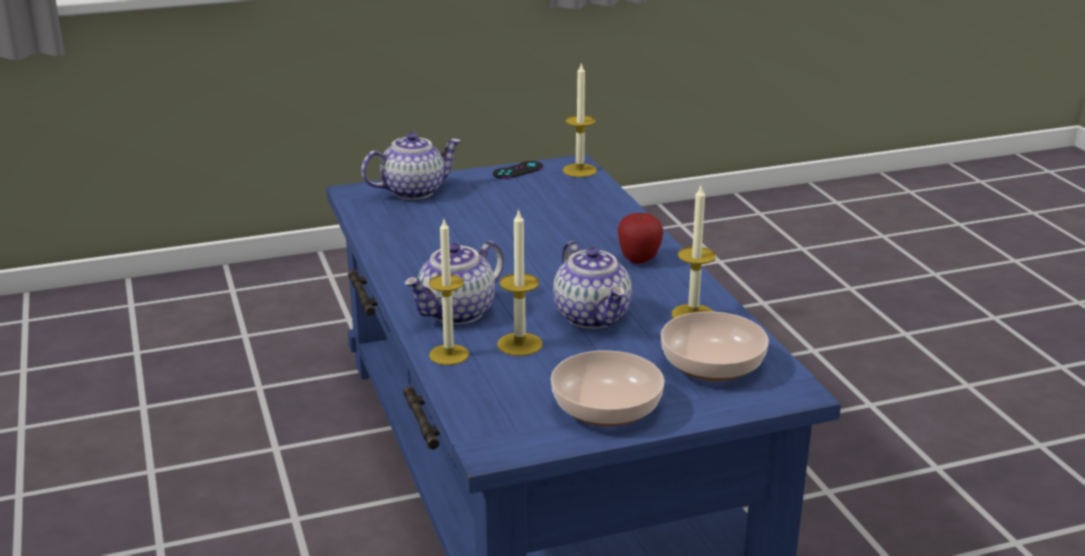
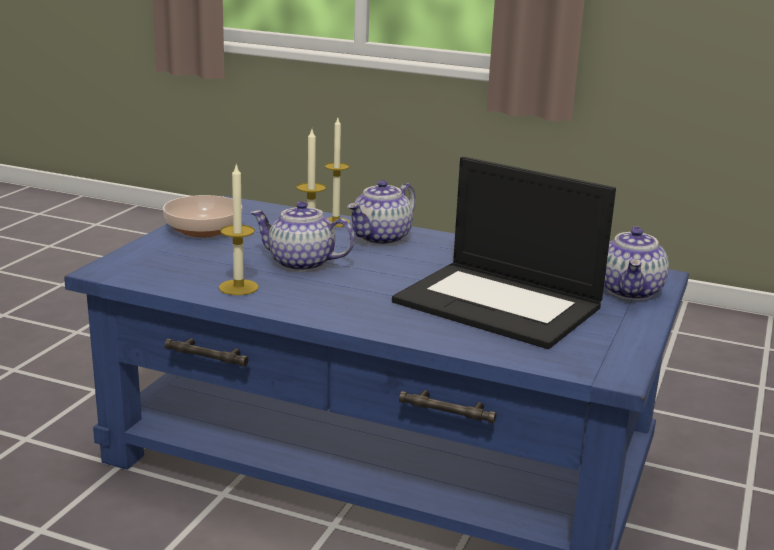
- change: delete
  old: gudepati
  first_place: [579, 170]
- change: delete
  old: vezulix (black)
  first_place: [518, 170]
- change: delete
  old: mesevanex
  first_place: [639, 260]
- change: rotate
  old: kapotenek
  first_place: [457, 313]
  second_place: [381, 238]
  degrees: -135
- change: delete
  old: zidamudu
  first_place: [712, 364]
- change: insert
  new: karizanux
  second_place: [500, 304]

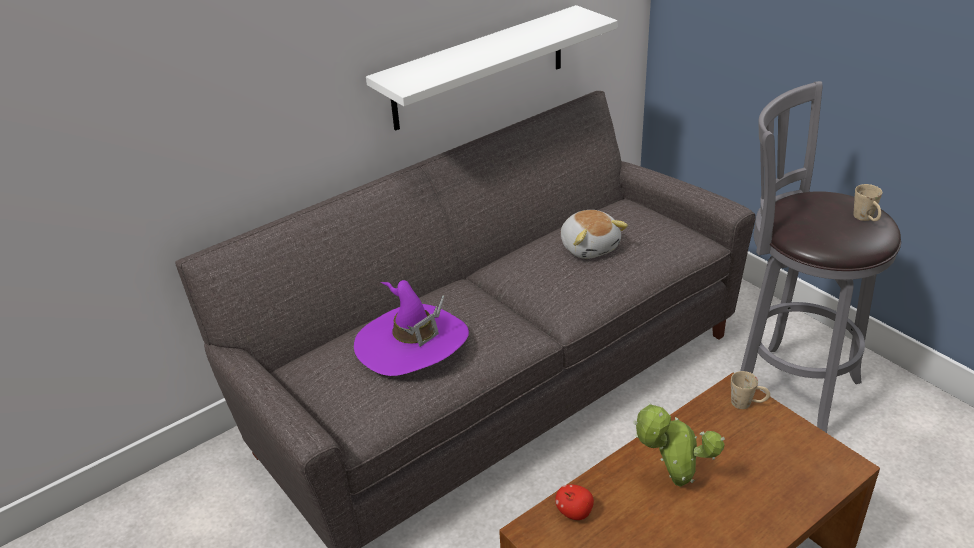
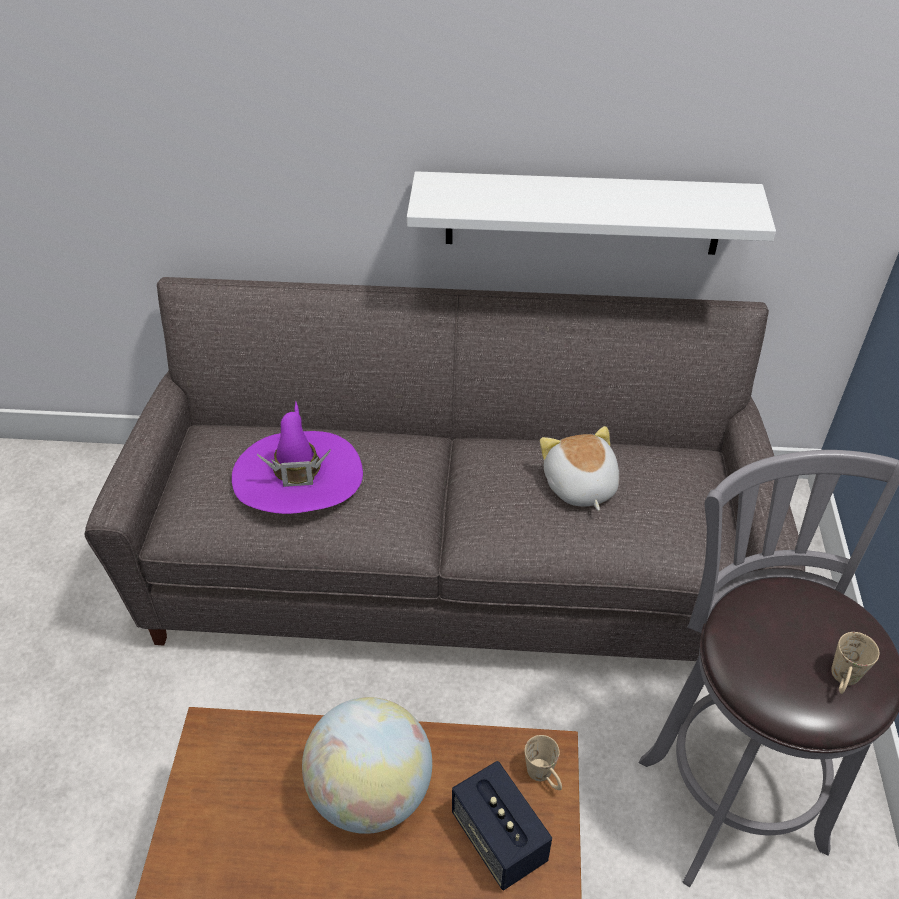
- change: rotate
  old: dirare
  first_place: [589, 247]
  second_place: [579, 486]
  degrees: 150
- change: replace
  old: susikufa
  new: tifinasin
  first_place: [673, 482]
  second_place: [371, 792]
- change: delete
  old: mesevanex
  first_place: [574, 512]
- change: insert
  new: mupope
  second_place: [499, 838]

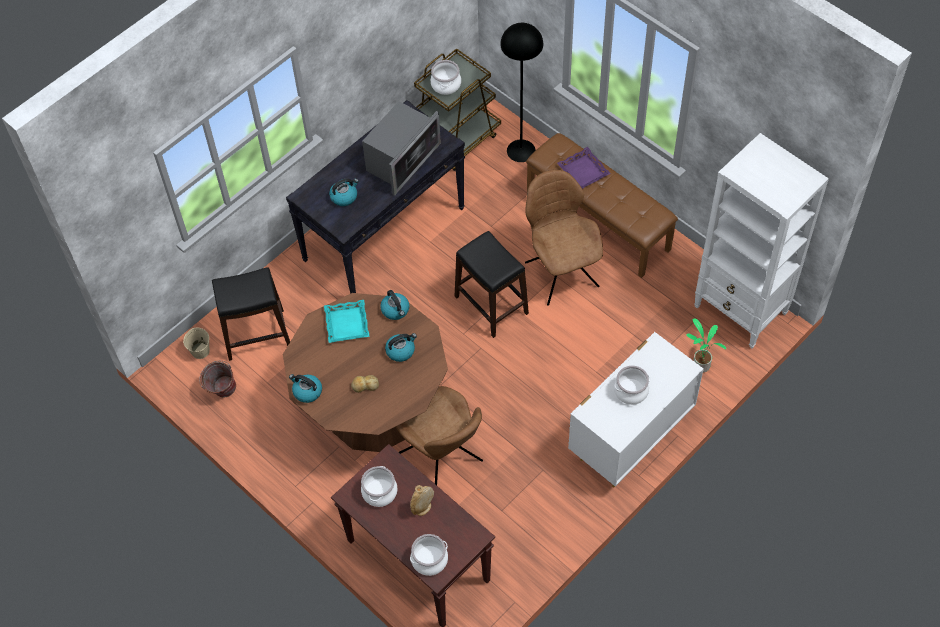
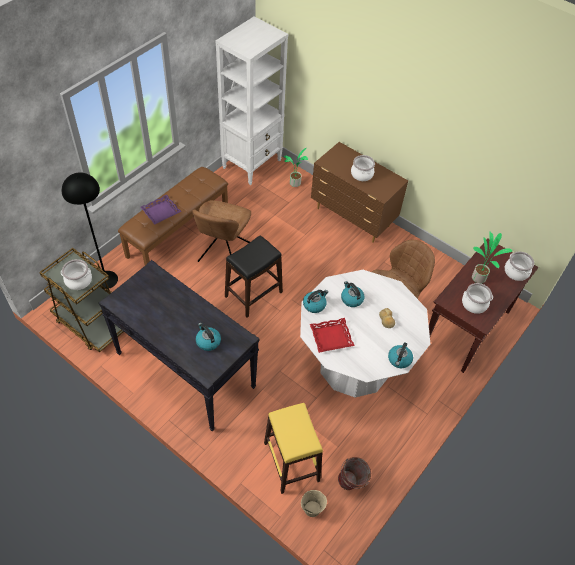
- change: delete
  old: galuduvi
  first_place: [401, 160]
- change: rotate
  old: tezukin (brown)
  first_place: [560, 272]
  second_place: [223, 254]
  degrees: -45
- change: recolor
  old: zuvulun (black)
  new: zuvulun (yellow)
  first_place: [256, 334]
  second_place: [291, 462]
- change: recolor
  old: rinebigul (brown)
  new: rinebigul (white)
  first_place: [373, 411]
  second_place: [354, 365]
- change: recolor
  old: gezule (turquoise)
  new: gezule (red)
  first_place: [347, 324]
  second_place: [331, 337]
- change: recolor
  old: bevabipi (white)
  new: bevabipi (brown)
  first_place: [629, 438]
  second_place: [353, 218]
- change: replace
  old: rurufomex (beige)
  new: susikufa
  first_place: [423, 508]
  second_place: [479, 277]

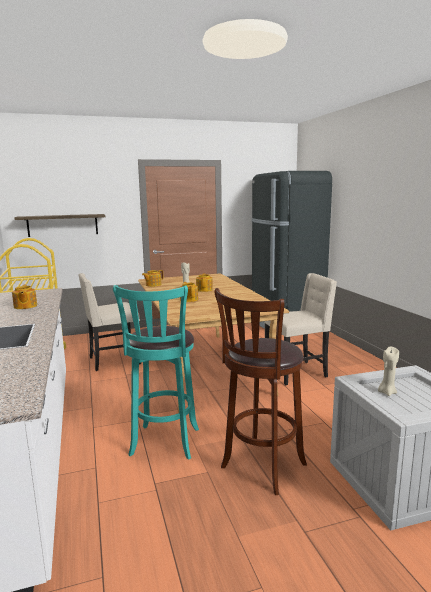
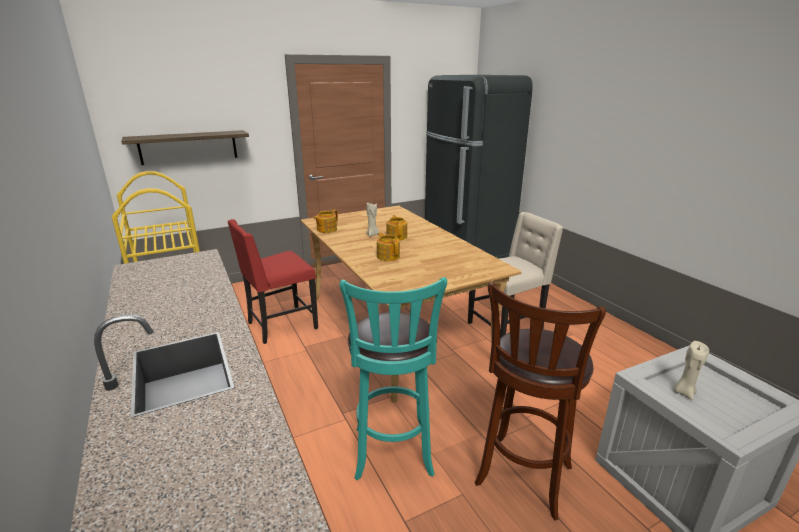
- change: recolor
  old: tezukin (beige)
  new: tezukin (red)
  first_place: [113, 361]
  second_place: [280, 326]
- change: delete
  old: kapotenek
  first_place: [25, 306]

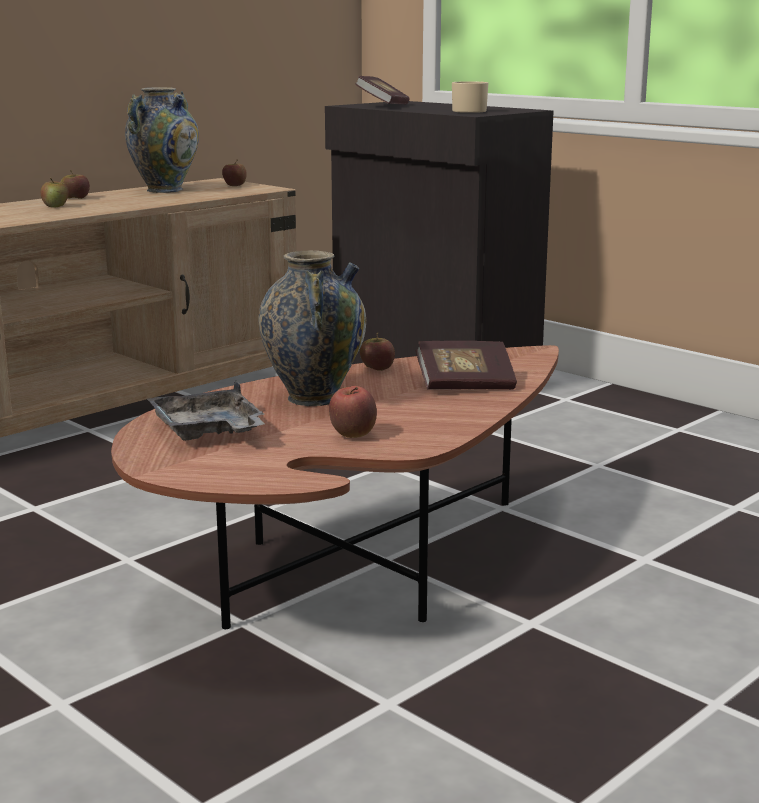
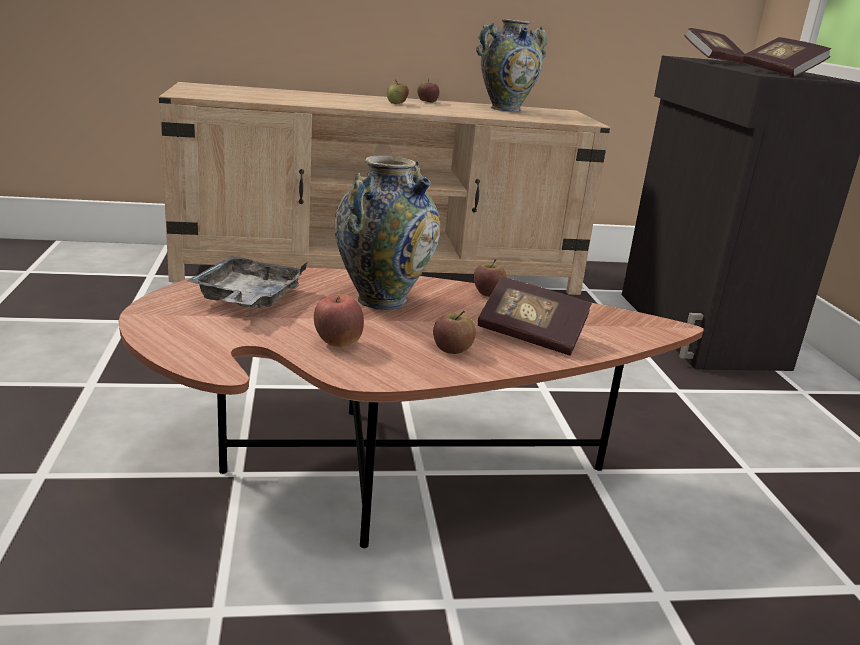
- change: replace
  old: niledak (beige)
  new: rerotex
  first_place: [472, 111]
  second_place: [781, 73]
- change: move
  old: mesevanex
  first_place: [234, 185]
  second_place: [452, 349]

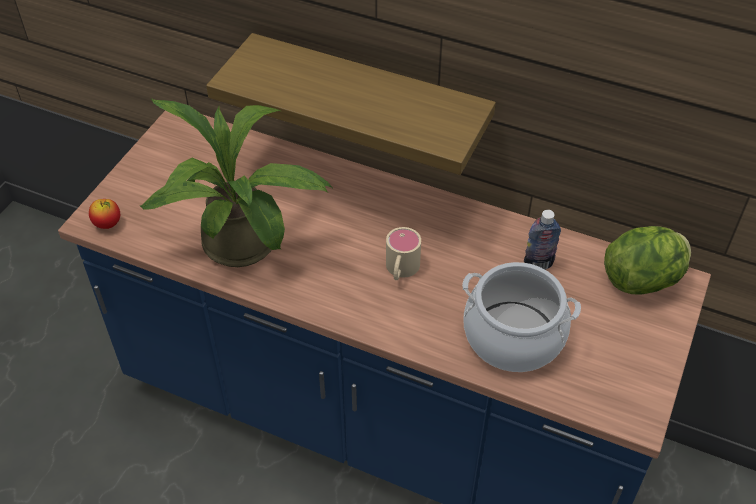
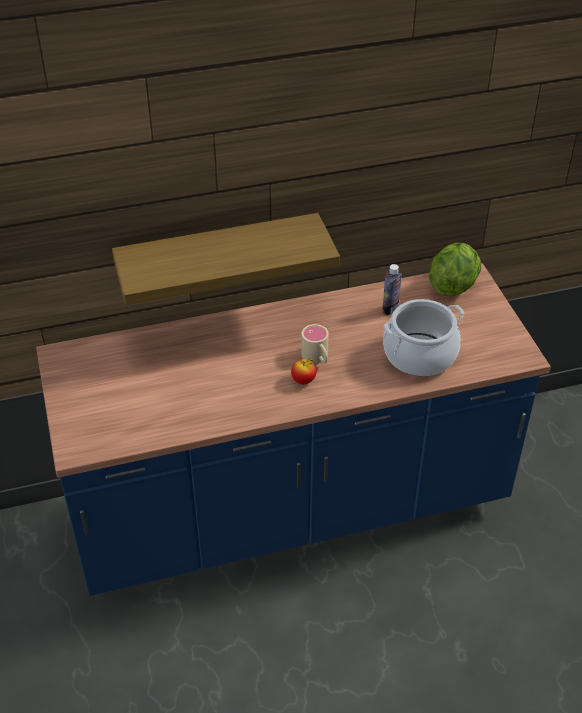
- change: delete
  old: susikufa
  first_place: [247, 248]
- change: move
  old: mesevanex
  first_place: [108, 224]
  second_place: [303, 380]

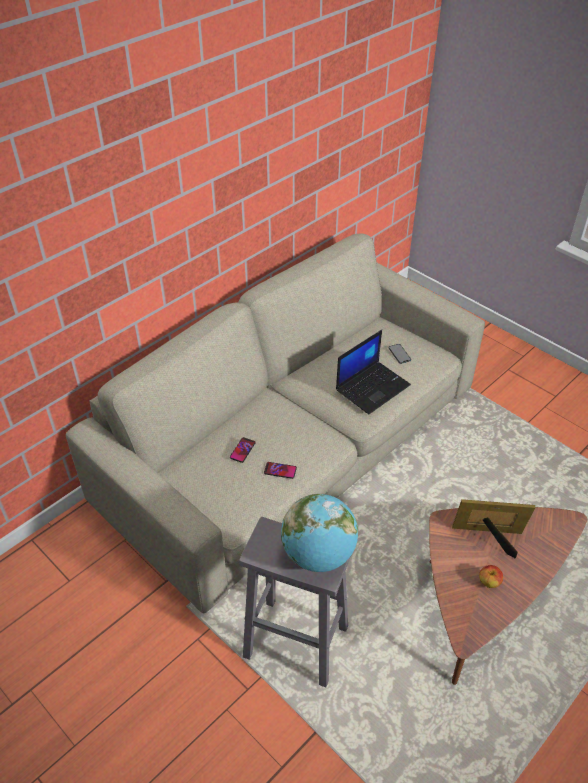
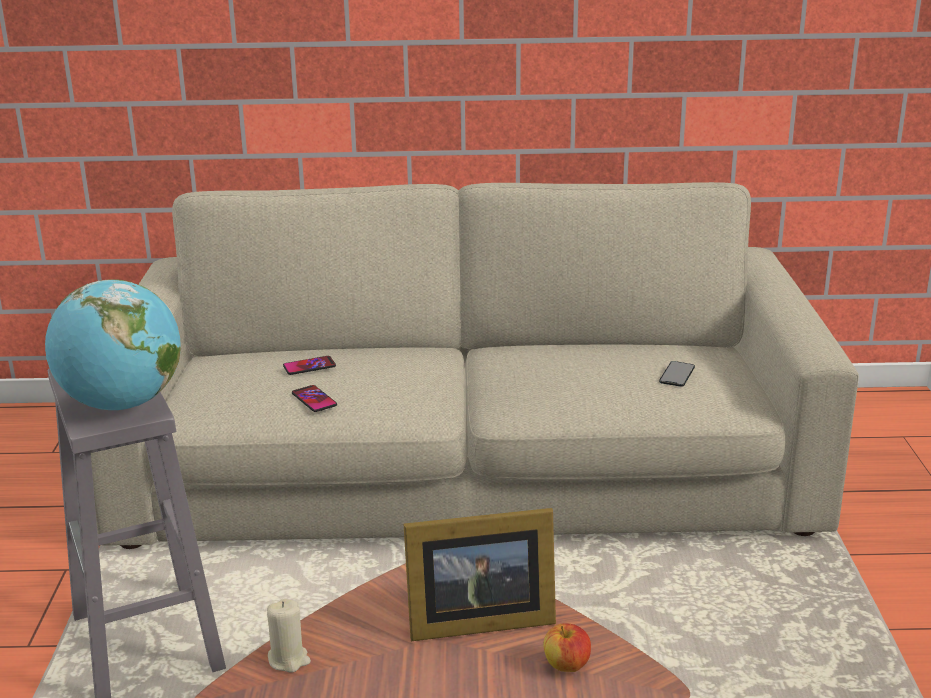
- change: delete
  old: karizanux
  first_place: [372, 387]
- change: rotate
  old: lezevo
  first_place: [489, 537]
  second_place: [475, 620]
  degrees: 120
- change: move
  old: mesevanex
  first_place: [489, 582]
  second_place: [566, 666]
- change: insert
  new: gudepati (beige)
  second_place: [289, 659]

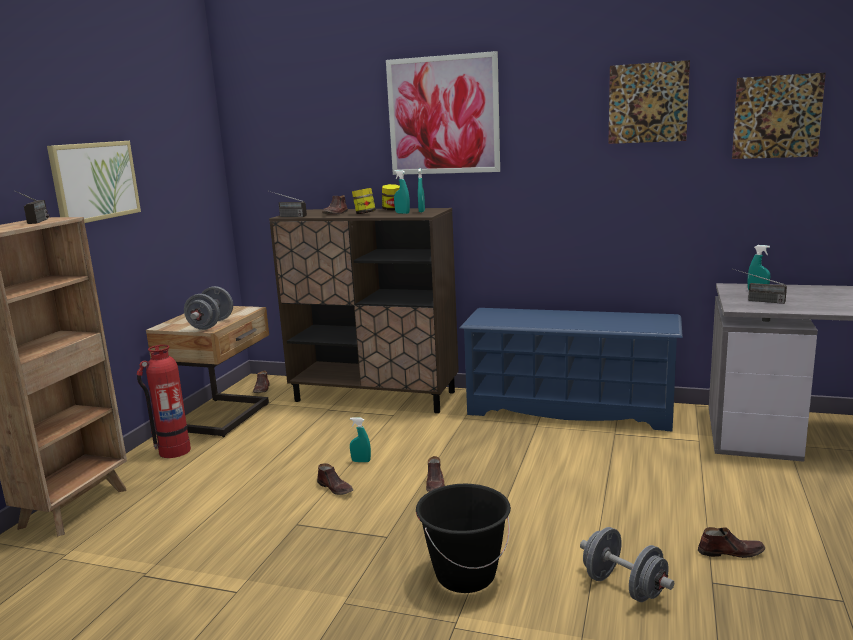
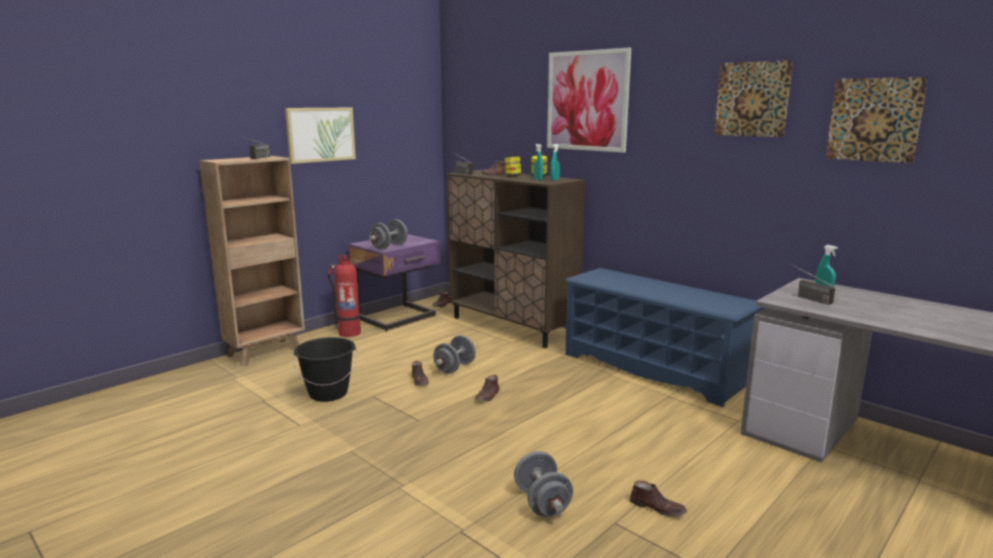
- change: recolor
  old: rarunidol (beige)
  new: rarunidol (purple)
  first_place: [222, 417]
  second_place: [398, 318]
- change: replace
  old: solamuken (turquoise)
  new: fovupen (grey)
  first_place: [361, 461]
  second_place: [455, 368]
- change: move
  old: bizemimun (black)
  first_place: [465, 575]
  second_place: [328, 393]

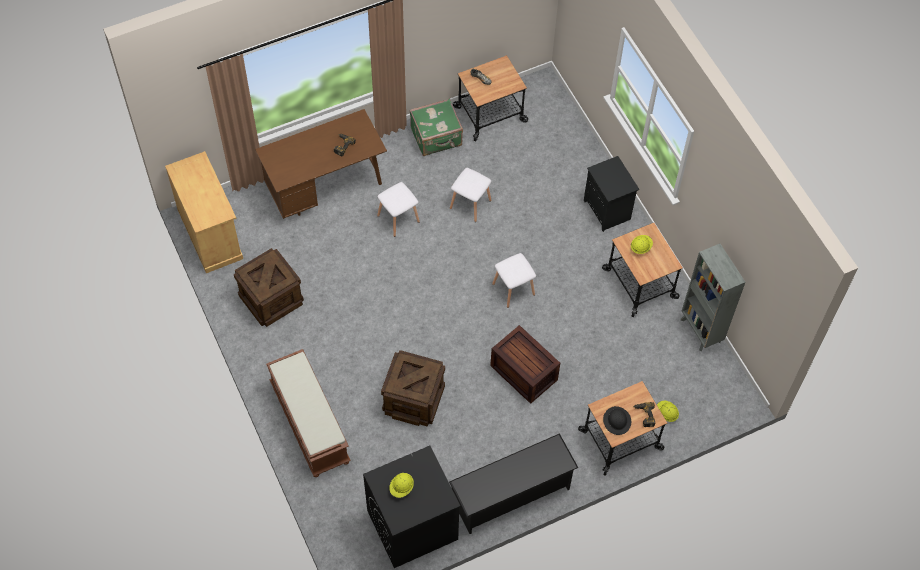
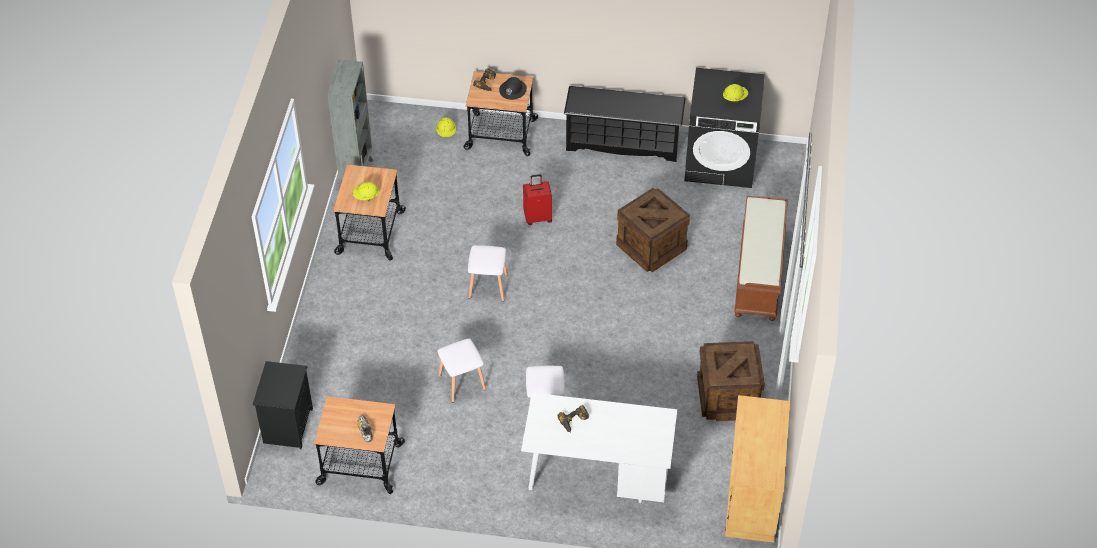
- change: delete
  old: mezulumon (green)
  first_place: [436, 138]
- change: recolor
  old: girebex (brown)
  new: girebex (white)
  first_place: [325, 188]
  second_place: [597, 478]
- change: move
  old: rarunidol (black)
  first_place: [608, 210]
  second_place: [287, 425]
- change: replace
  old: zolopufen
  new: mezulumon (red)
  first_place: [524, 373]
  second_place: [537, 217]

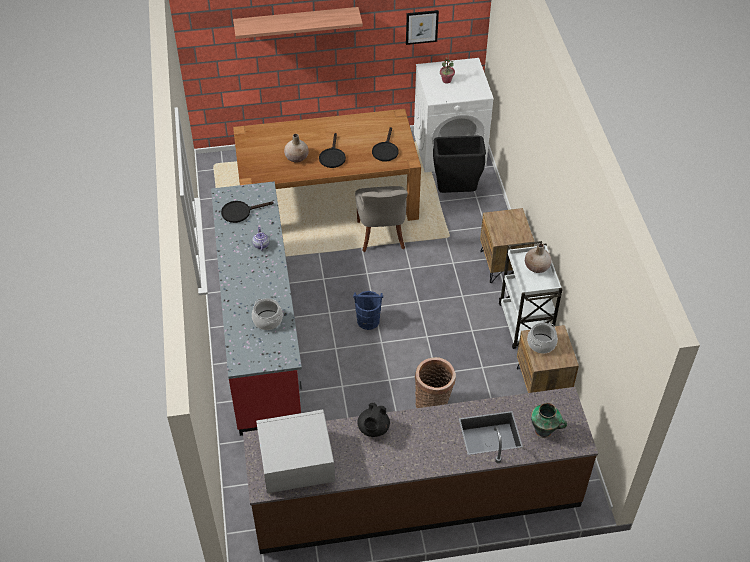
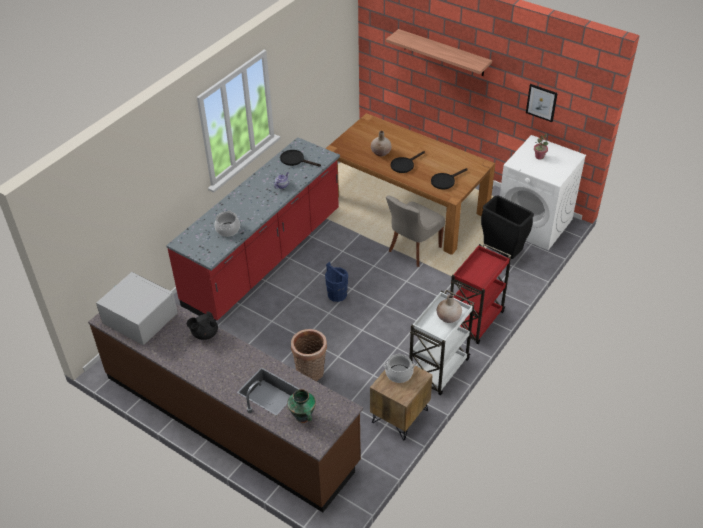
- change: replace
  old: rarunidol (brown)
  new: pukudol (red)
  first_place: [503, 265]
  second_place: [475, 322]

